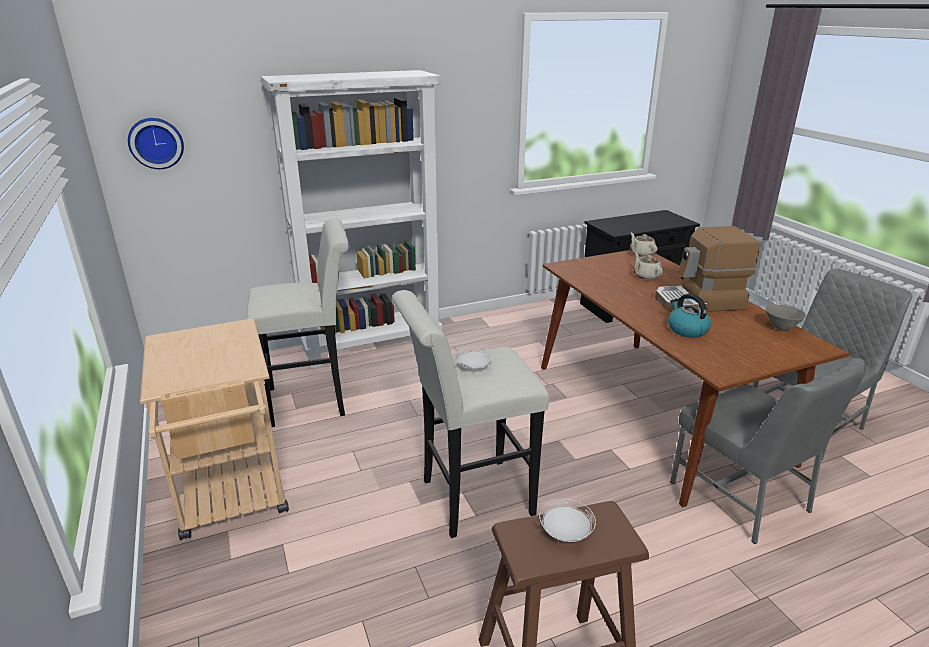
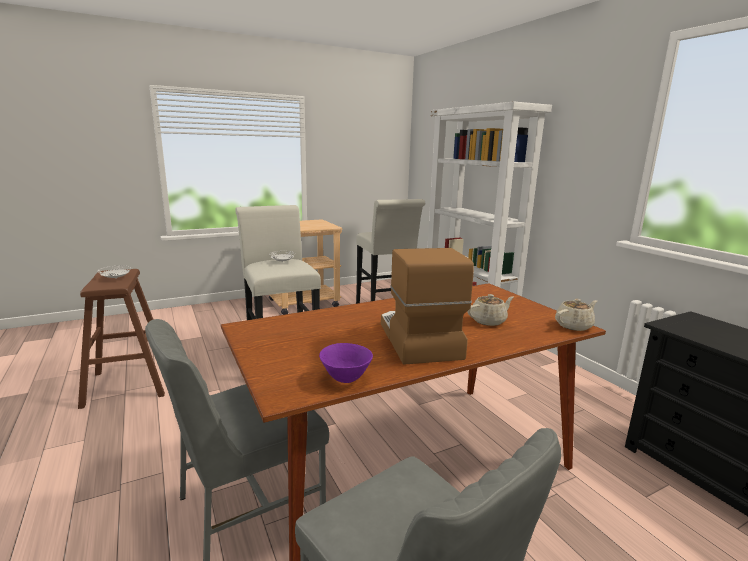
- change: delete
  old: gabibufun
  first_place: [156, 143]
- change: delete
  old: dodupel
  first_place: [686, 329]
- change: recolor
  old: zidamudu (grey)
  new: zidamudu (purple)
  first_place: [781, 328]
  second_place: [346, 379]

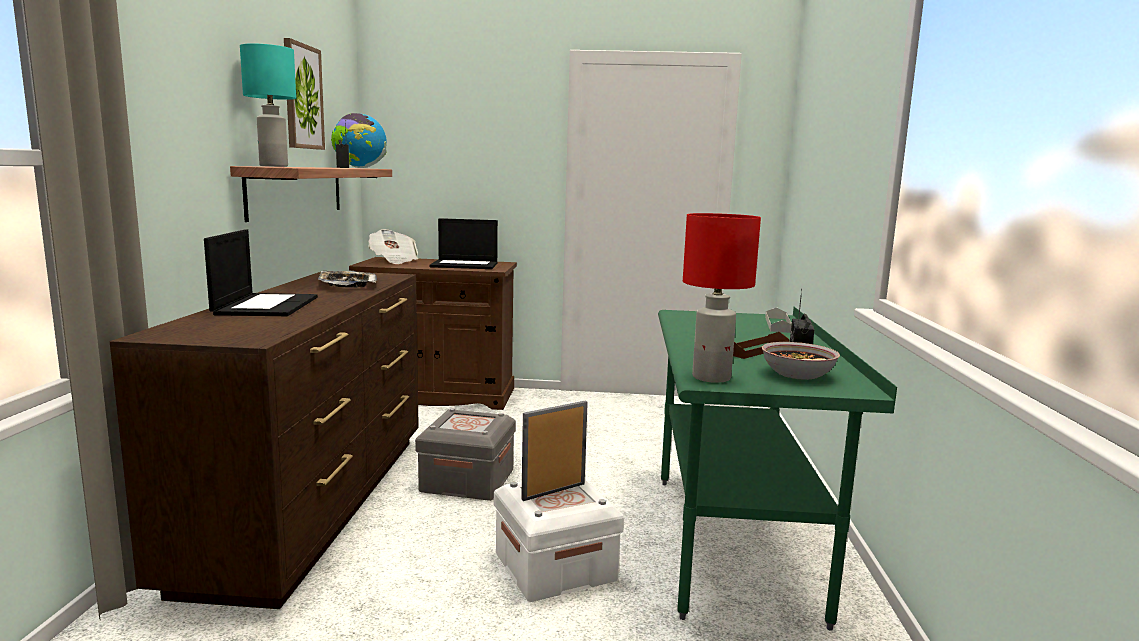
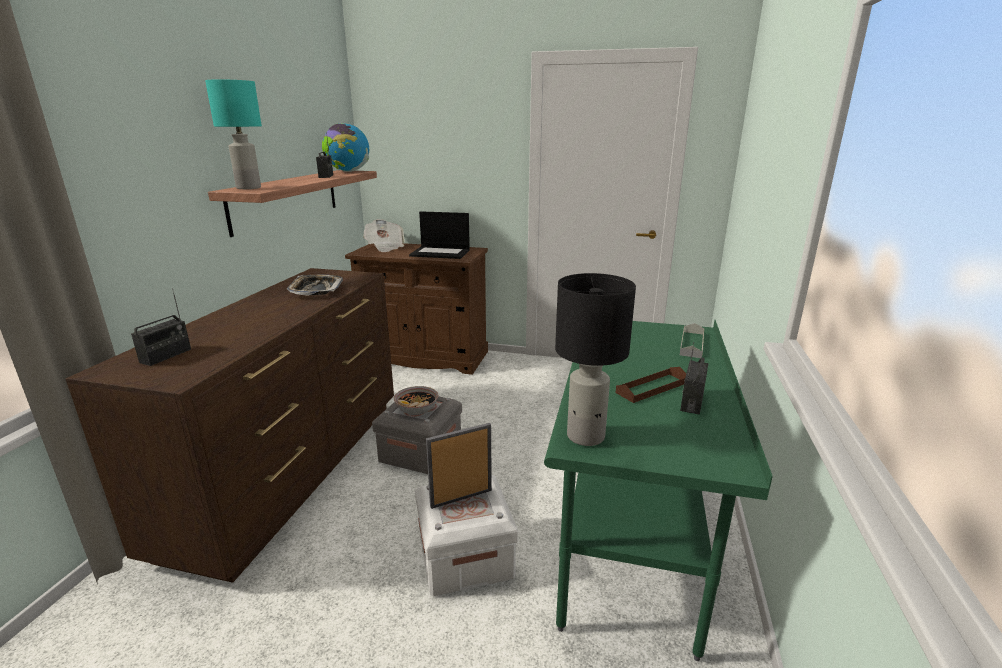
- change: delete
  old: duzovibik
  first_place: [302, 97]
- change: recolor
  old: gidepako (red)
  new: gidepako (black)
  first_place: [712, 377]
  second_place: [586, 436]
- change: delete
  old: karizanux
  first_place: [266, 305]
- change: move
  old: zidamudu
  first_place: [797, 375]
  second_place: [417, 409]
- change: insert
  new: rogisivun
  second_place: [166, 356]

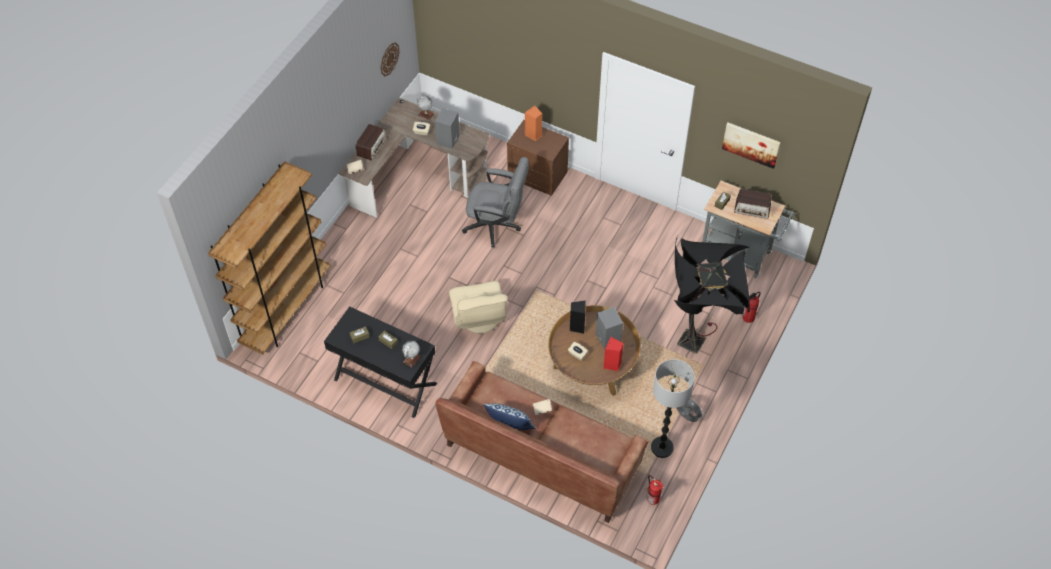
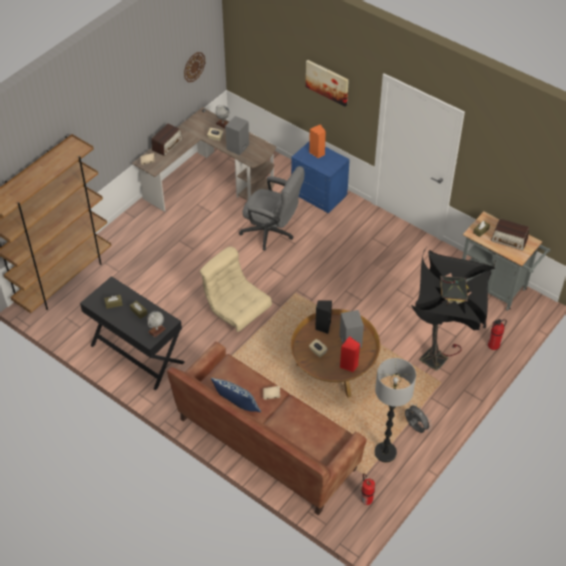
- change: recolor
  old: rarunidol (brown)
  new: rarunidol (blue)
  first_place: [538, 175]
  second_place: [319, 194]
- change: move
  old: duzovibik
  first_place: [751, 144]
  second_place: [327, 82]
- change: rotate
  old: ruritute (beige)
  first_place: [479, 318]
  second_place: [237, 310]
  degrees: 135

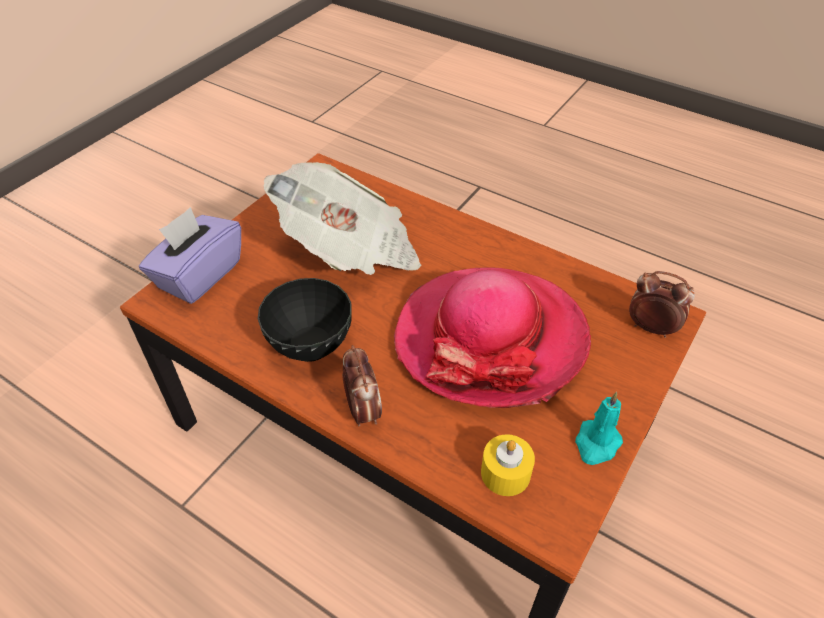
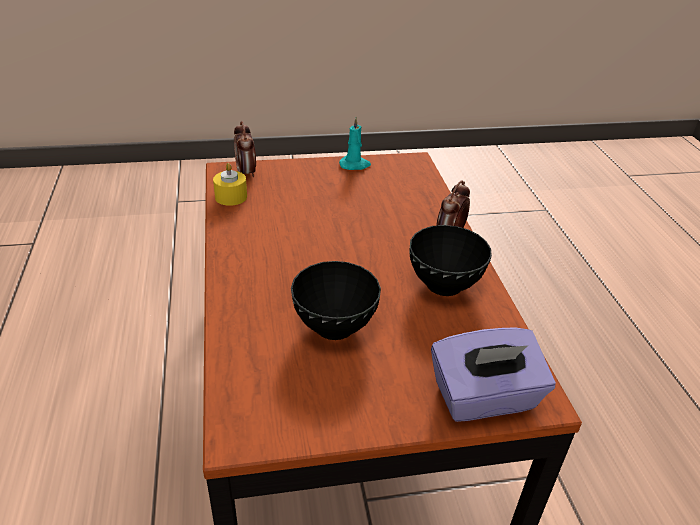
- change: replace
  old: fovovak
  new: zidamudu (black)
  first_place: [350, 250]
  second_place: [333, 325]
- change: delete
  old: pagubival
  first_place: [490, 338]
- change: move
  old: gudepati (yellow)
  first_place: [505, 473]
  second_place: [231, 197]

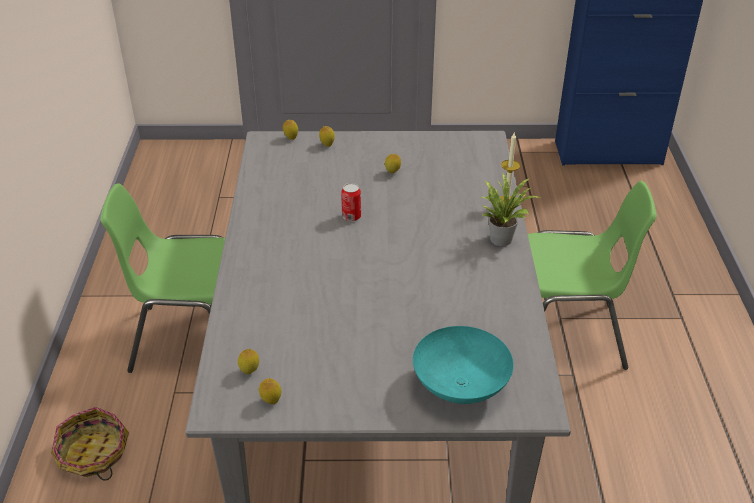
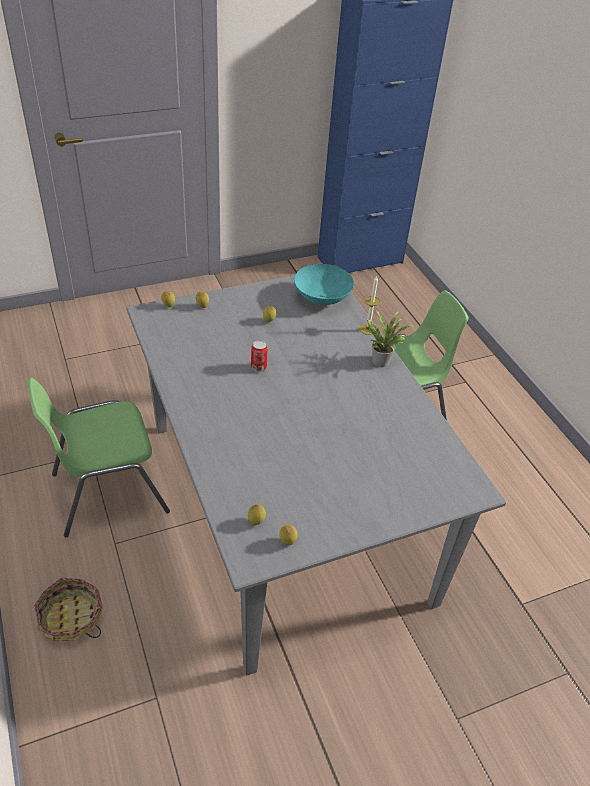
- change: move
  old: zidamudu (turquoise)
  first_place: [462, 386]
  second_place: [323, 298]

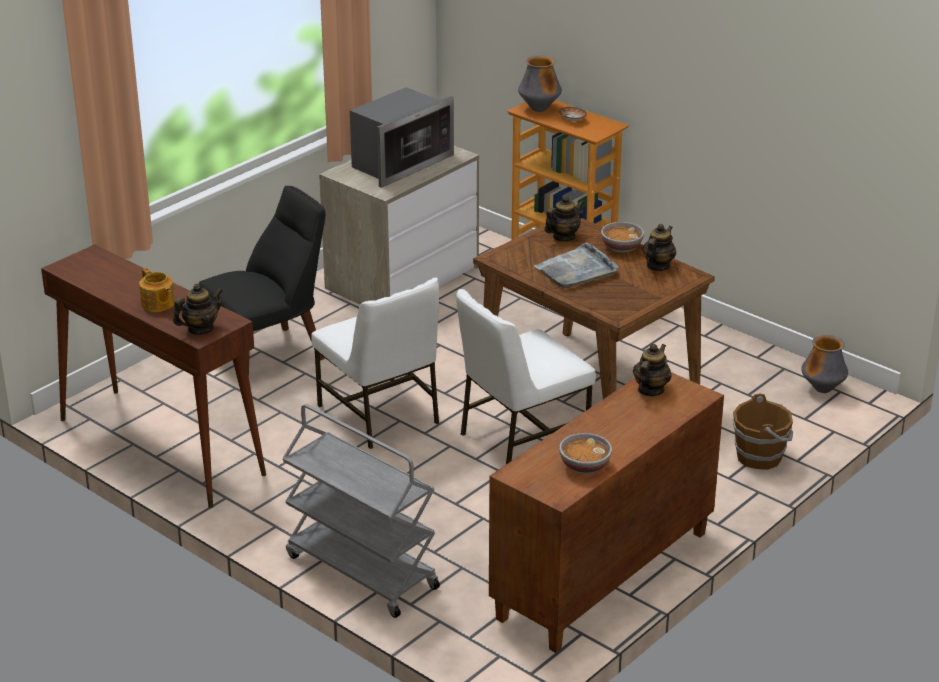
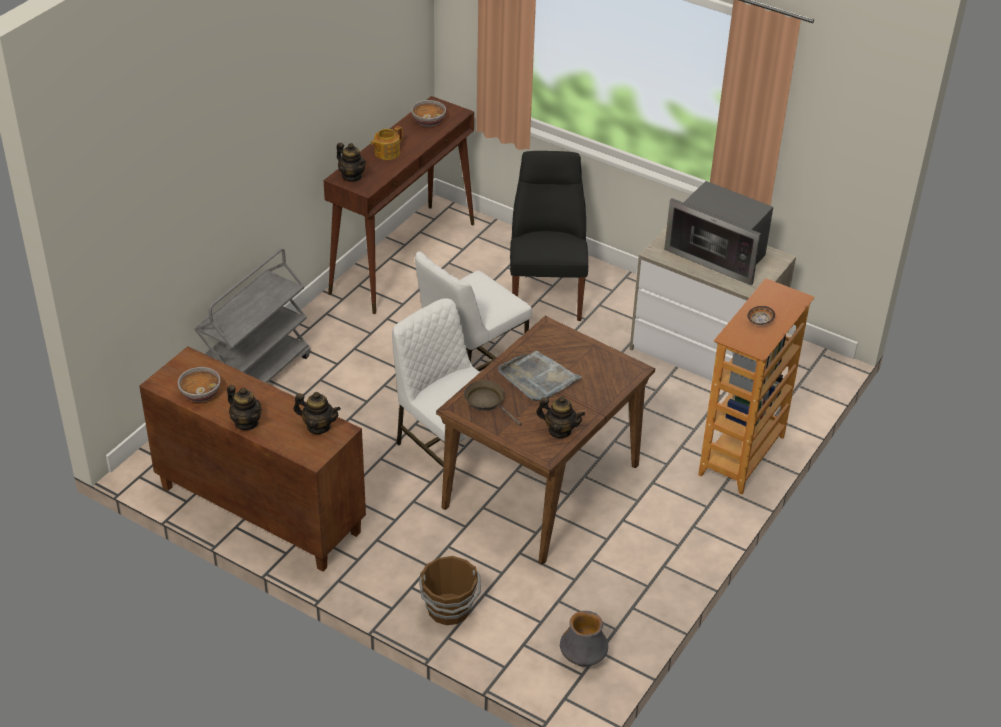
- change: delete
  old: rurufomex
  first_place: [539, 109]
- change: rotate
  old: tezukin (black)
  first_place: [270, 355]
  second_place: [546, 292]
  degrees: -135
- change: move
  old: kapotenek
  first_place: [563, 237]
  second_place: [246, 422]
- change: move
  old: zidamudu
  first_place: [621, 247]
  second_place: [428, 121]
- change: insert
  new: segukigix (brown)
  second_place: [487, 402]

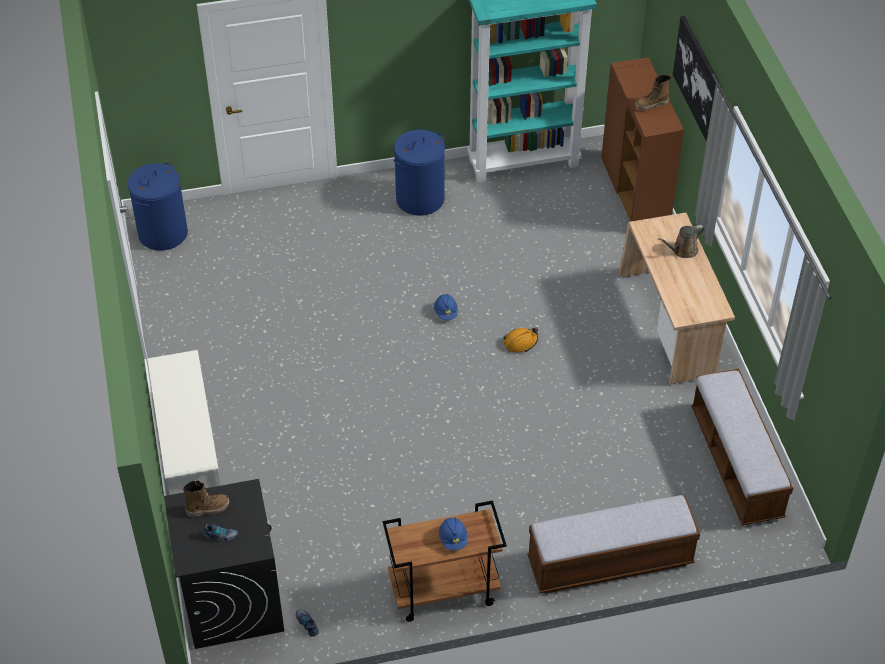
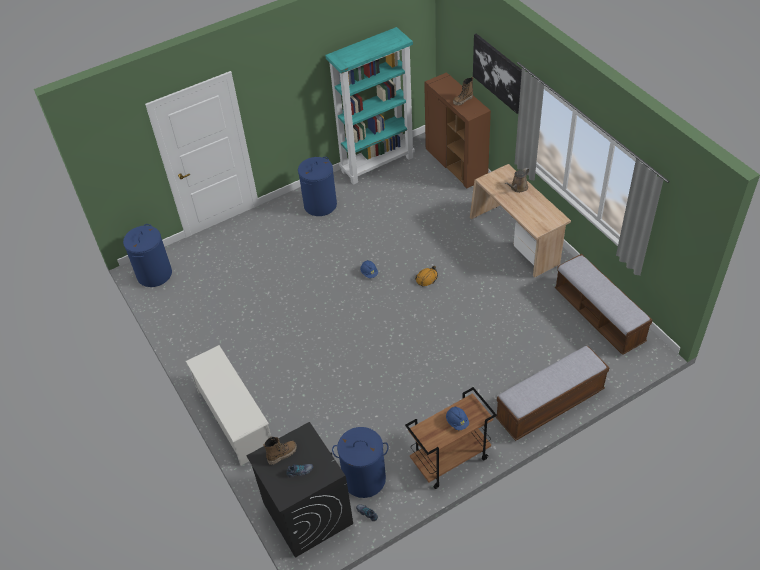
- change: insert
  new: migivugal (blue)
  second_place: [364, 479]

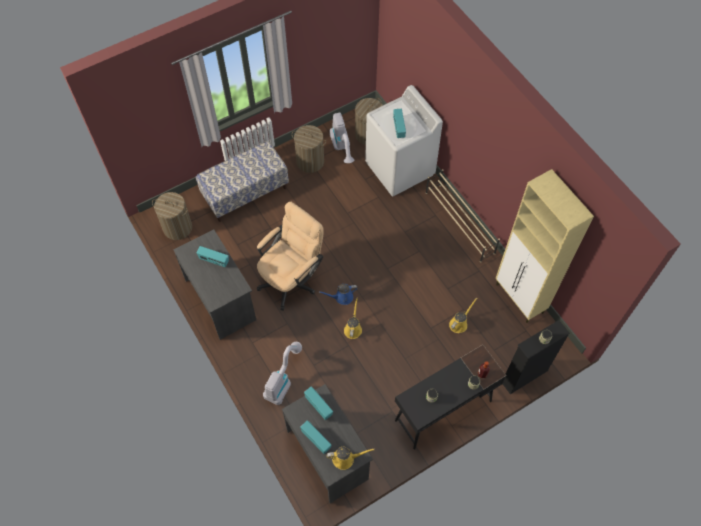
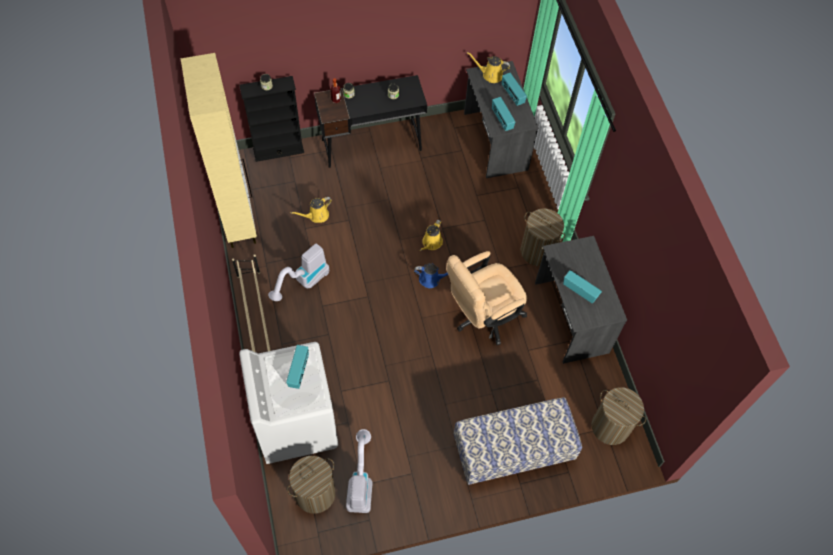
- change: move
  old: migivugal
  first_place: [310, 161]
  second_place: [537, 251]
- change: move
  old: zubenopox
  first_place: [282, 381]
  second_place: [303, 283]

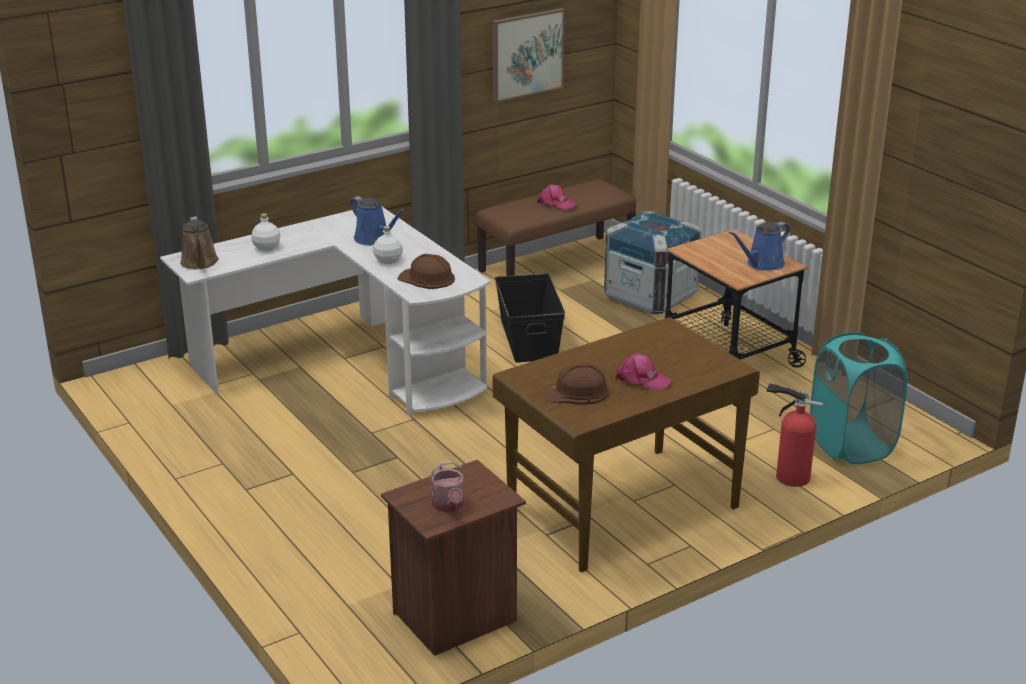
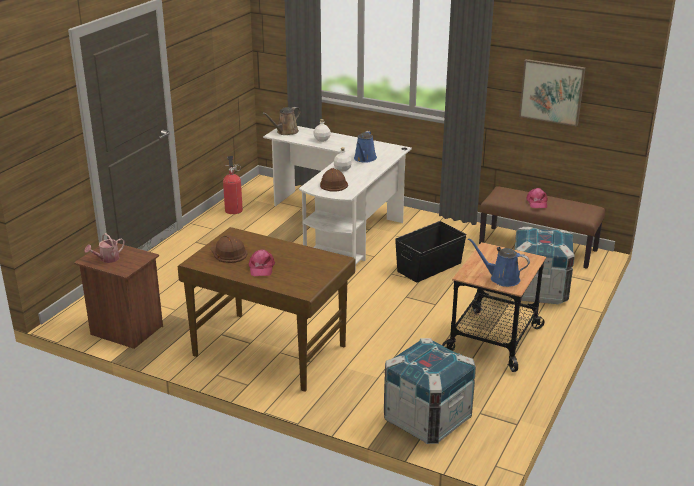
- change: replace
  old: migivugal (turquoise)
  new: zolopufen
  first_place: [851, 445]
  second_place: [427, 419]
- change: move
  old: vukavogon
  first_place: [789, 476]
  second_place: [233, 209]

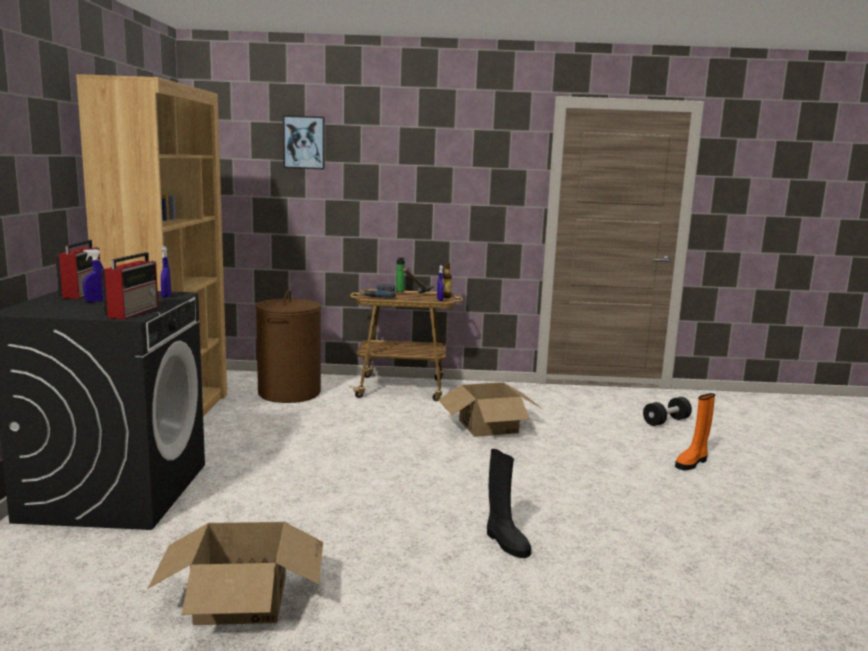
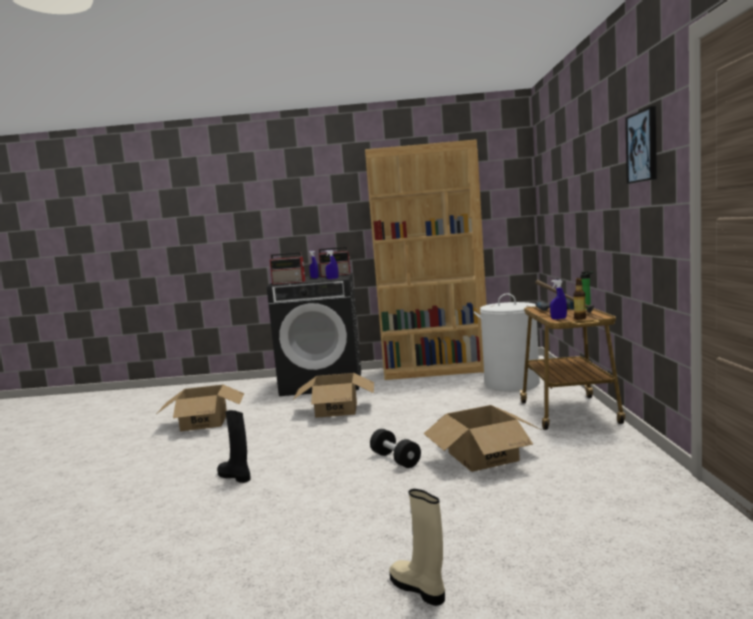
- change: move
  old: duzovibik
  first_place: [304, 142]
  second_place: [643, 147]
- change: recolor
  old: migivugal (brown)
  new: migivugal (white)
  first_place: [289, 393]
  second_place: [512, 383]
- change: recolor
  old: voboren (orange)
  new: voboren (beige)
  first_place: [692, 463]
  second_place: [419, 589]
- change: move
  old: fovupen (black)
  first_place: [666, 421]
  second_place: [395, 459]
- change: rotate
  old: voboren (black)
  first_place: [506, 542]
  second_place: [235, 476]
  degrees: 75
- change: insert
  new: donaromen
  second_place: [337, 409]

